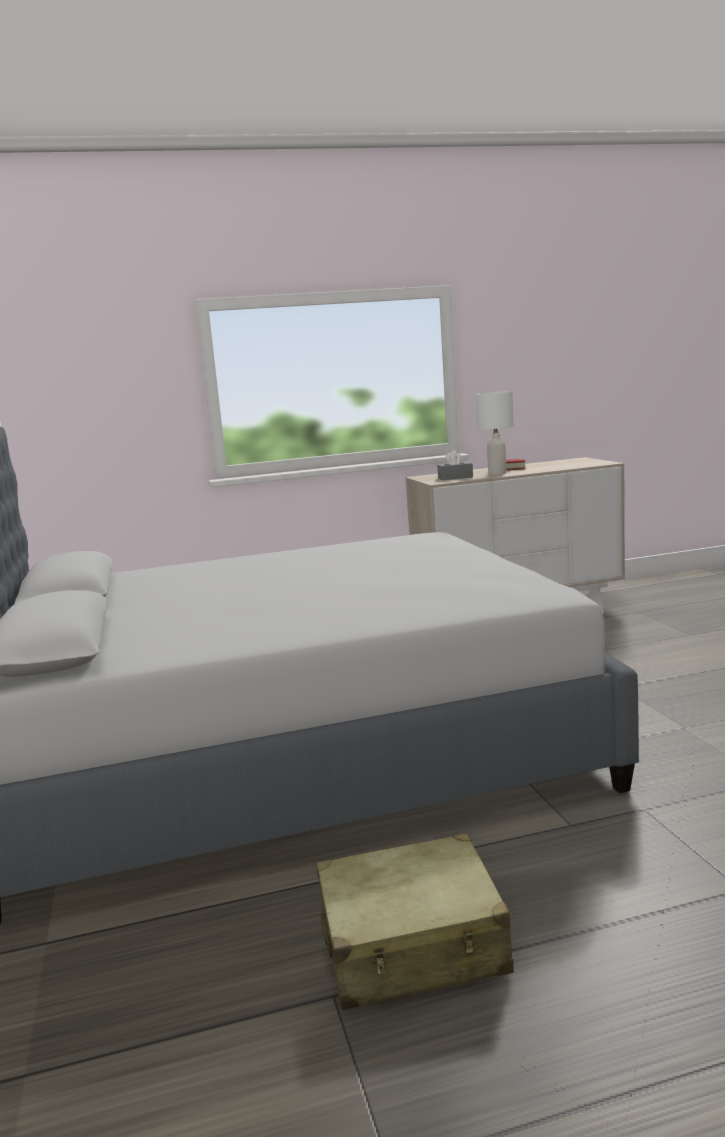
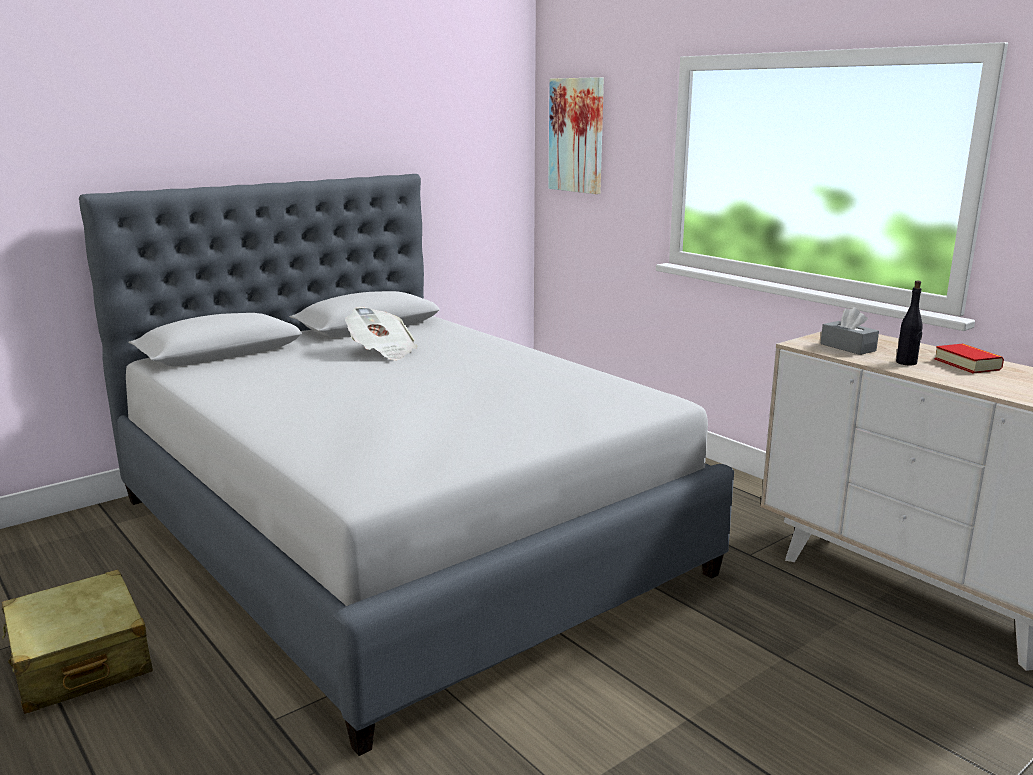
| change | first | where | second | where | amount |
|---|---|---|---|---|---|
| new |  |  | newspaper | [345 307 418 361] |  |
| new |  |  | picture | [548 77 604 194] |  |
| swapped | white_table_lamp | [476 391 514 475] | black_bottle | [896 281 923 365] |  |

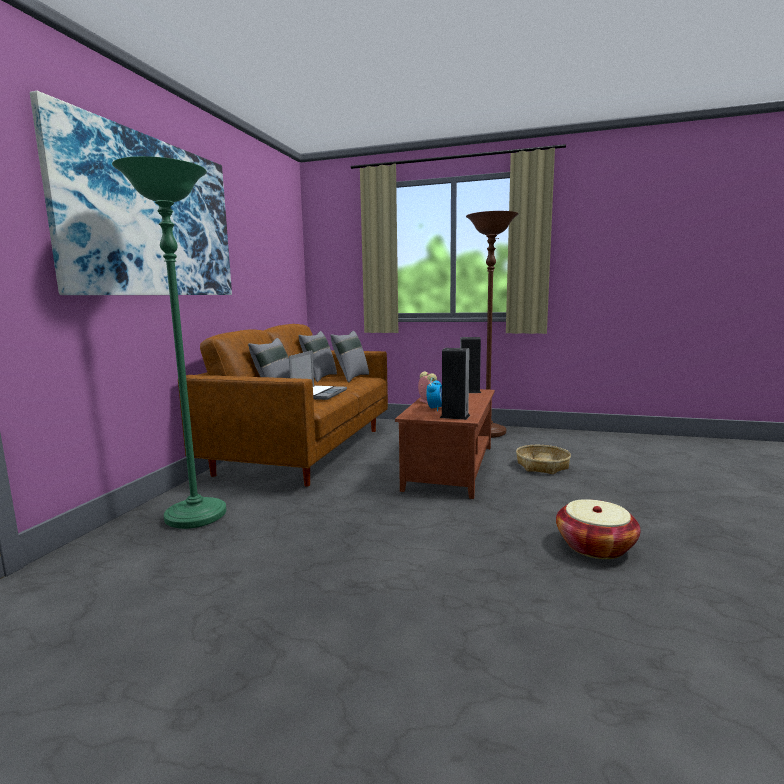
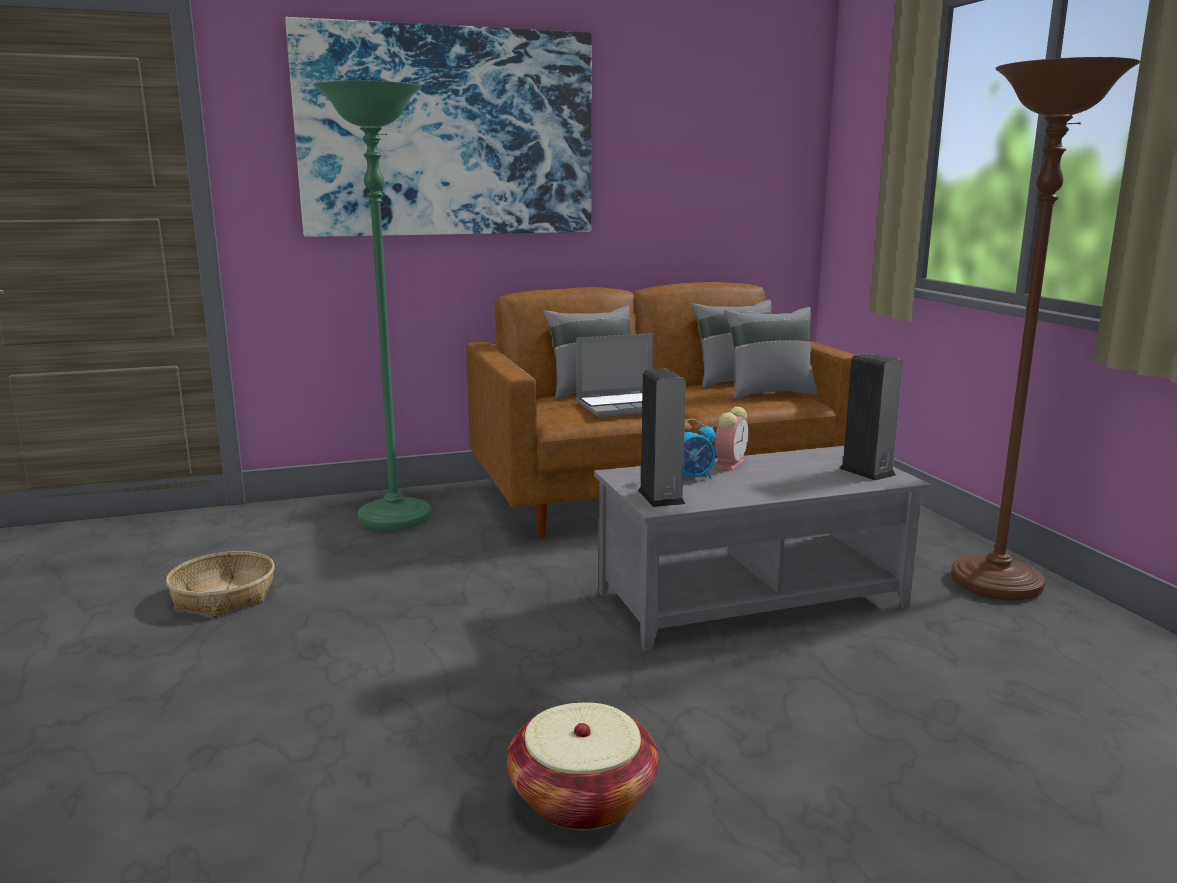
| change | first | where | second | where | amount |
|---|---|---|---|---|---|
| shifted | basket | [516 445 571 474] |  | [166 551 275 617] |  |
| repainted | brown_coffee_table | [395 389 495 499] | grey_coffee_table | [594 446 930 651] |  |

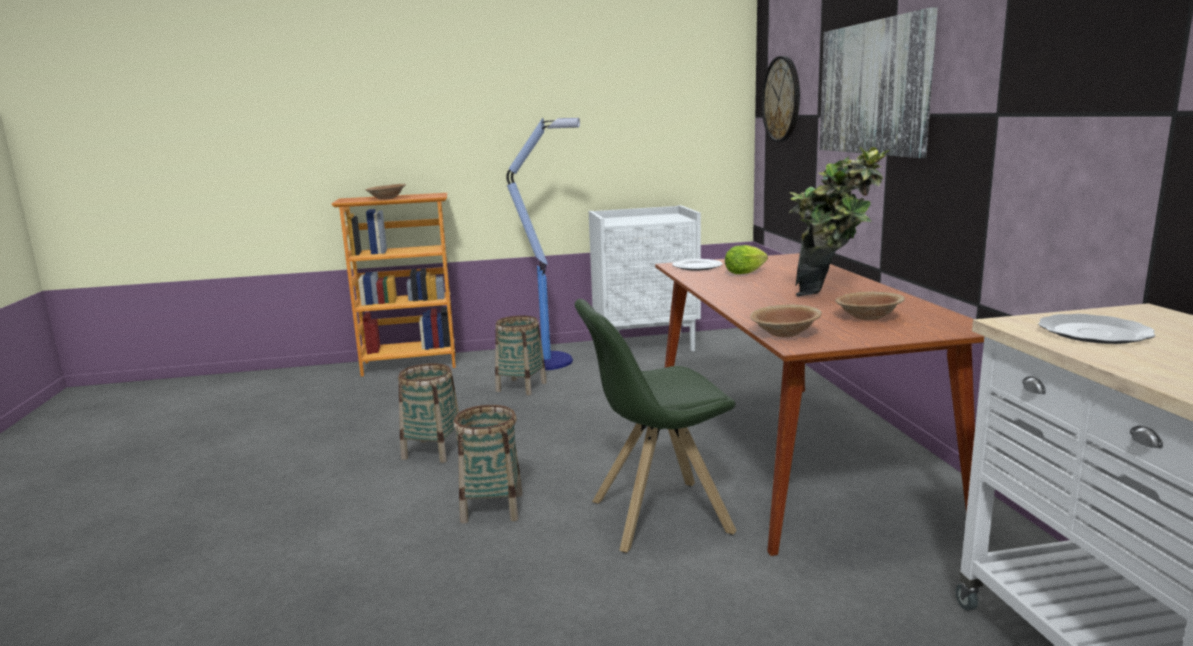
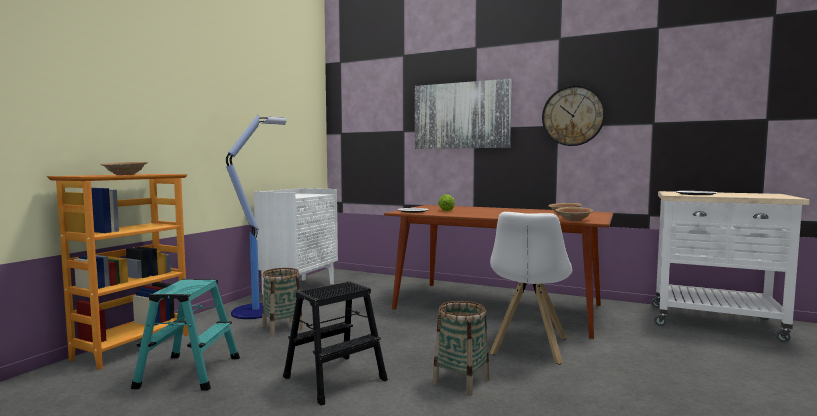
| change | first | where | second | where | amount |
|---|---|---|---|---|---|
| new |  |  | turquoise_step_ladder | [131 279 240 391] |  |
| swapped | basket | [398 363 459 463] | black_step_ladder | [283 281 388 406] |  |
| repainted | green_chair | [575 299 737 553] | white_chair | [490 212 572 364] |  |
| shifted | wall_clock | [762 56 800 142] |  | [542 85 605 146] |  |
| gone | potted_plant | [789 147 890 296] |  |  |  |

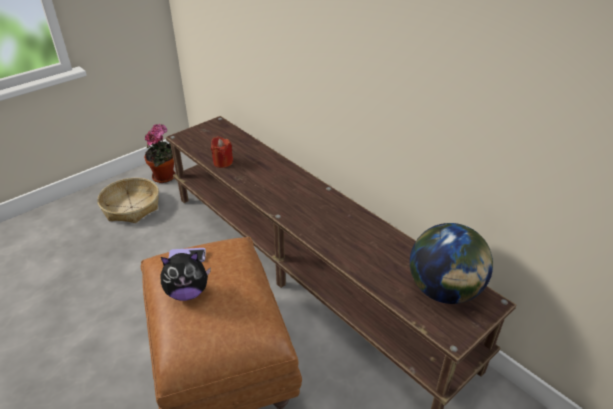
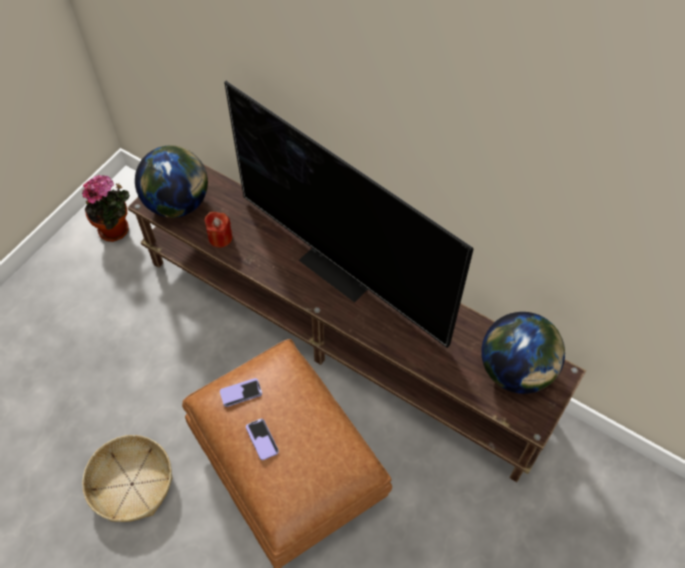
| change | first | where | second | where | amount |
|---|---|---|---|---|---|
| shifted | basket | [97 178 159 223] |  | [82 435 173 522] |  |
| new |  |  | globe | [135 145 208 218] |  |
| new |  |  | television | [224 81 473 348] |  |
| swapped | plush_toy | [161 252 211 301] | phone | [246 419 279 460] |  |

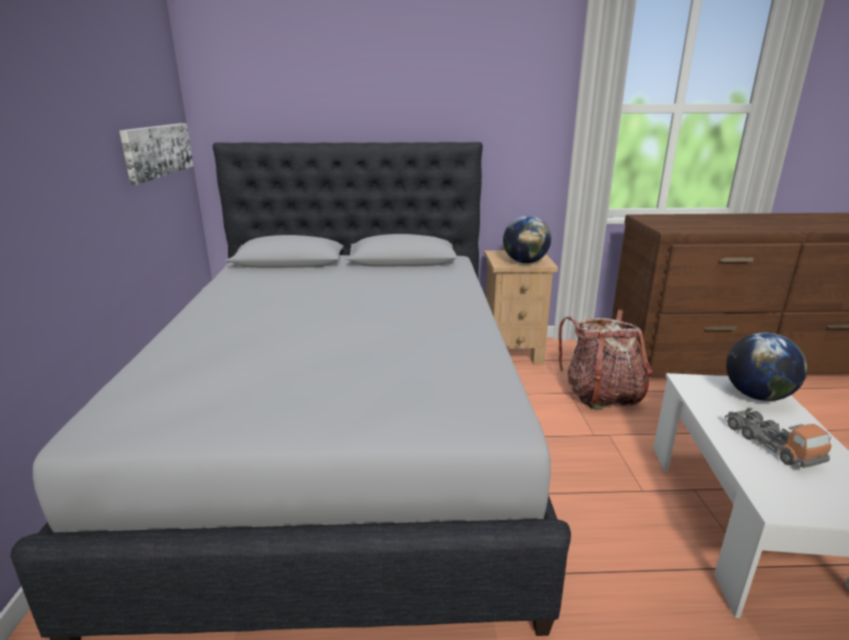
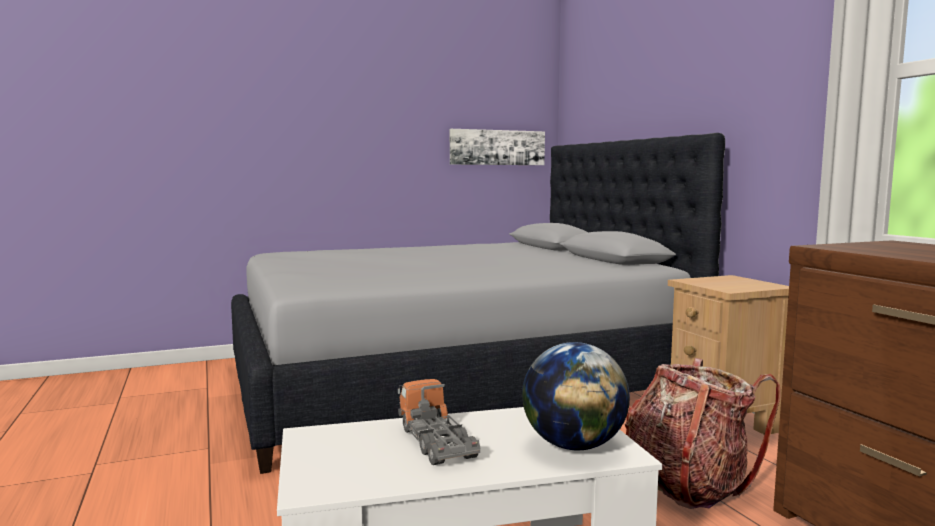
| change | first | where | second | where | amount |
|---|---|---|---|---|---|
| rotated | toy_truck | [725 407 832 468] |  | [398 379 481 465] | 105 degrees clockwise |
| gone | globe | [503 216 551 263] |  |  |  |

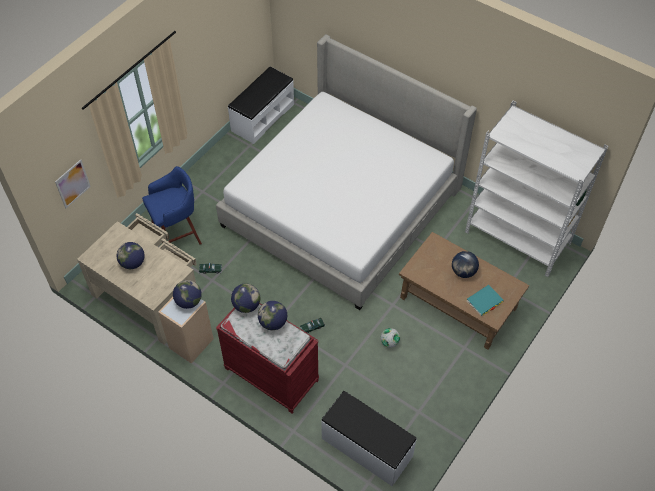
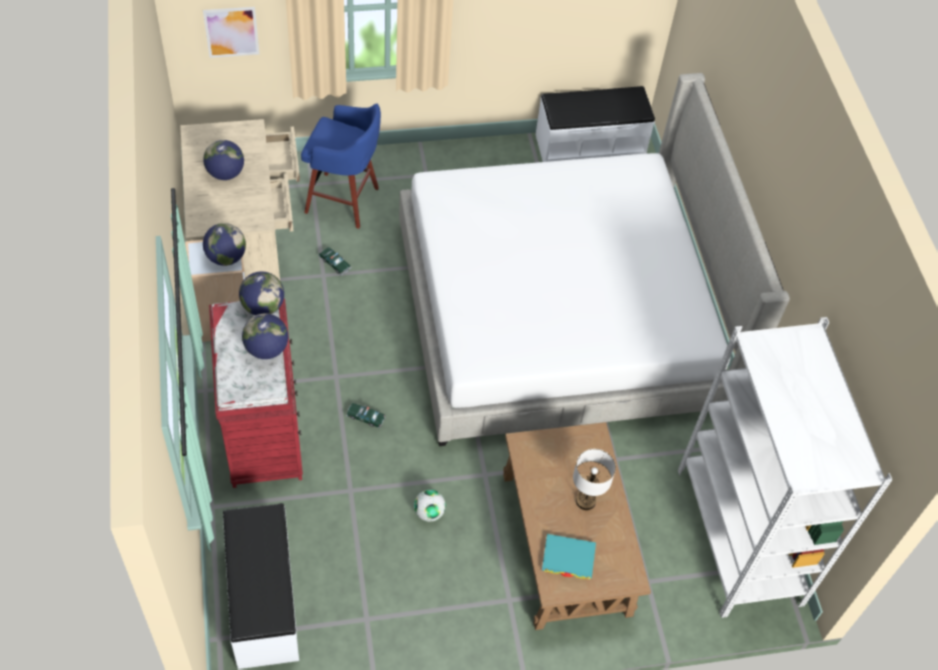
| change | first | where | second | where | amount |
|---|---|---|---|---|---|
| swapped | globe | [452 251 479 278] | table_lamp | [573 449 616 510] |  |

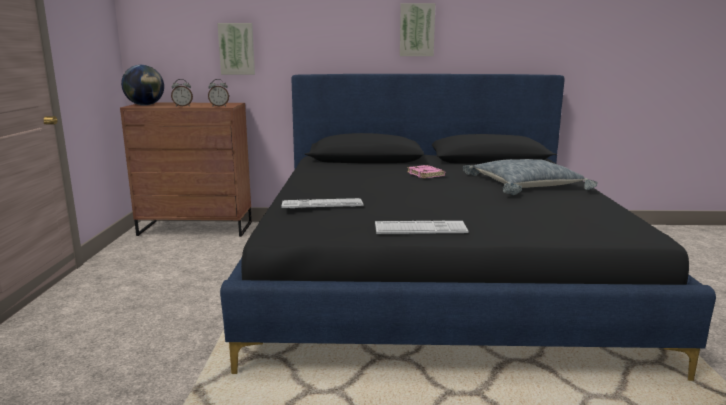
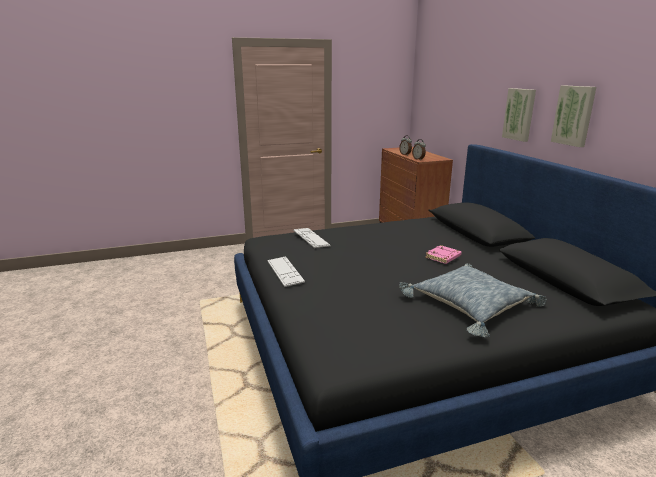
| change | first | where | second | where | amount |
|---|---|---|---|---|---|
| shifted | picture | [217 23 255 75] |  | [502 88 536 142] |  |
| gone | globe | [121 65 164 106] |  |  |  |

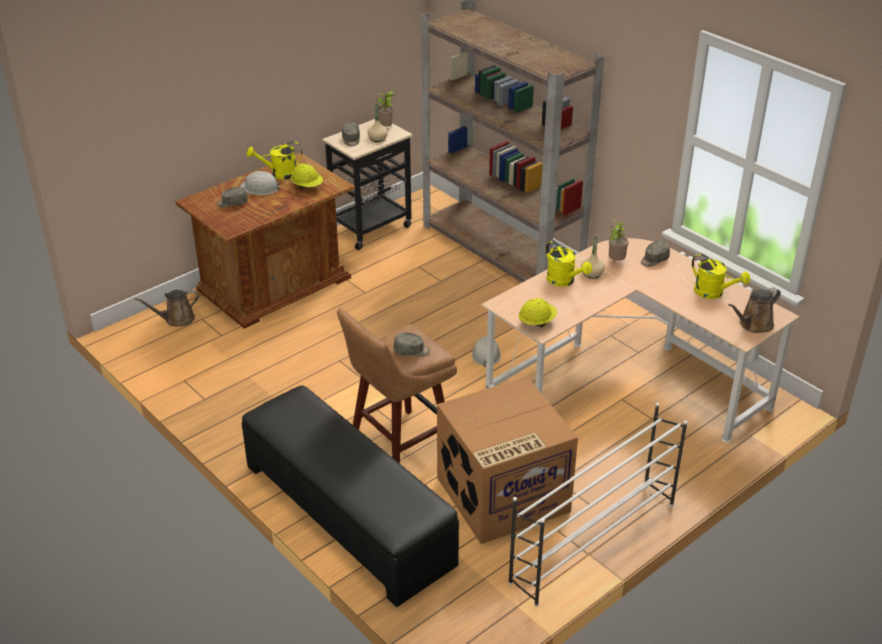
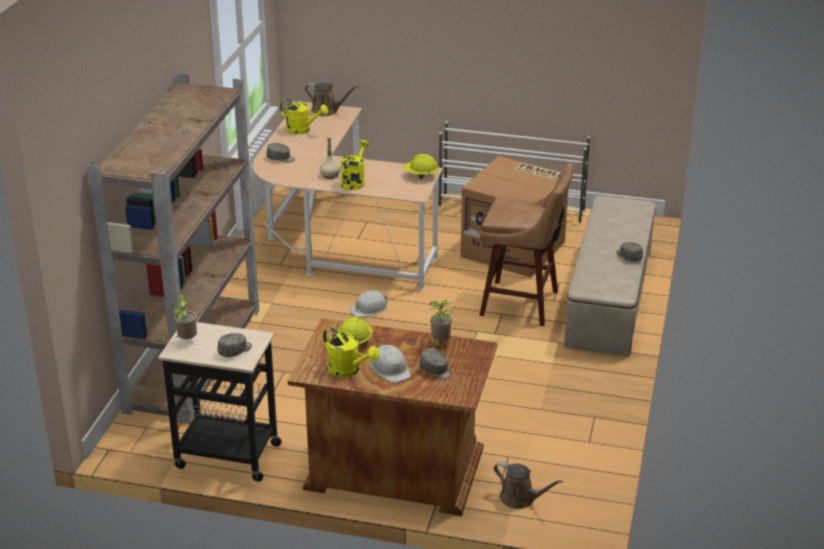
| change | first | where | second | where | amount |
|---|---|---|---|---|---|
| rotated | yellow_watering_can | [692 253 750 299] |  | [280 99 328 134] | 105 degrees clockwise |
| shifted | potted_plant | [609 219 629 261] |  | [429 300 453 349] |  |
| repainted | black_bench | [242 385 459 607] | beige_bench | [564 196 656 356] |  |
| shifted | grey_cap | [394 332 430 356] |  | [616 242 643 262] |  |
| gone | beige_bottle | [367 103 388 142] |  |  |  |

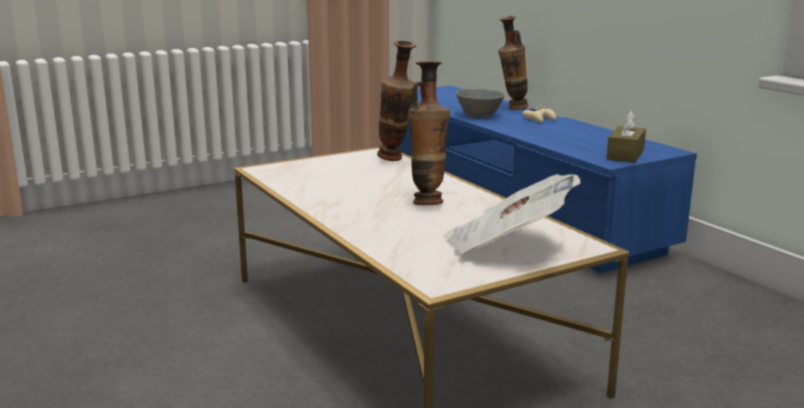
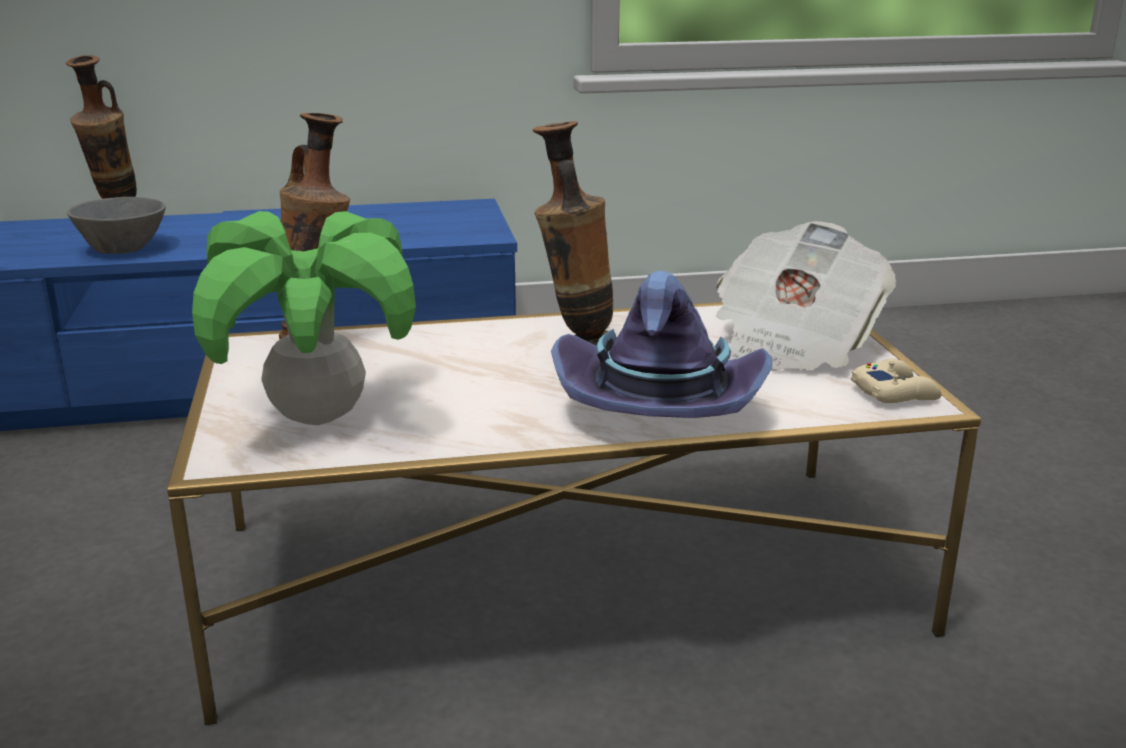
| change | first | where | second | where | amount |
|---|---|---|---|---|---|
| new |  |  | potted_plant | [192 211 416 425] |  |
| new |  |  | purple_hat | [551 271 772 418] |  |
| shifted | beige_game_controller | [522 107 556 123] |  | [851 358 942 403] |  |
| gone | brown_tissue_box | [606 111 646 163] |  |  |  |

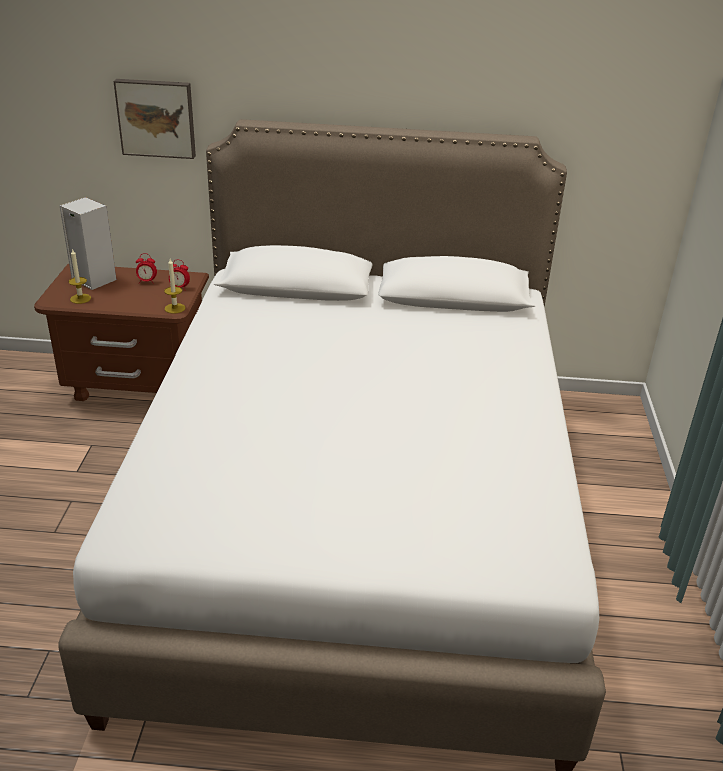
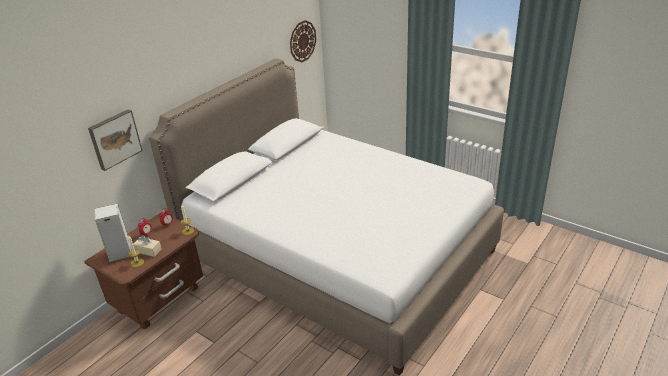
| change | first | where | second | where | amount |
|---|---|---|---|---|---|
| new |  |  | beige_tissue_box | [133 235 162 257] |  |
| new |  |  | wall_clock | [290 20 316 62] |  |

